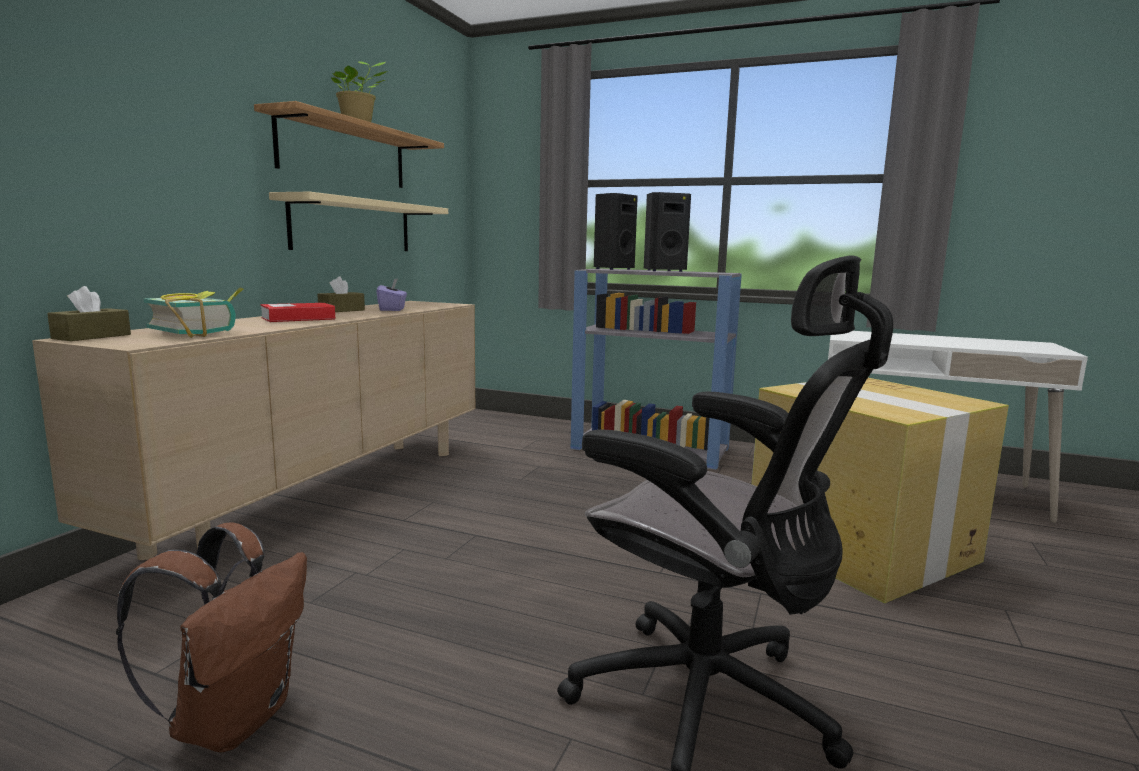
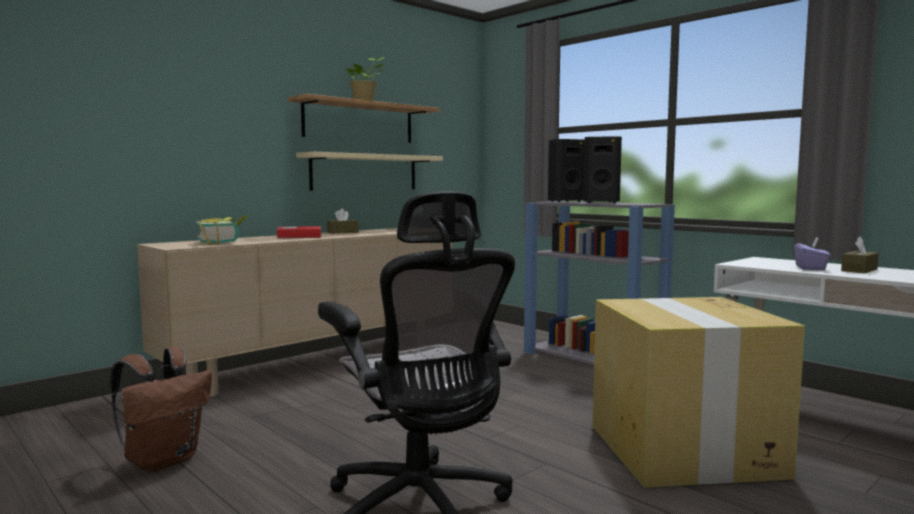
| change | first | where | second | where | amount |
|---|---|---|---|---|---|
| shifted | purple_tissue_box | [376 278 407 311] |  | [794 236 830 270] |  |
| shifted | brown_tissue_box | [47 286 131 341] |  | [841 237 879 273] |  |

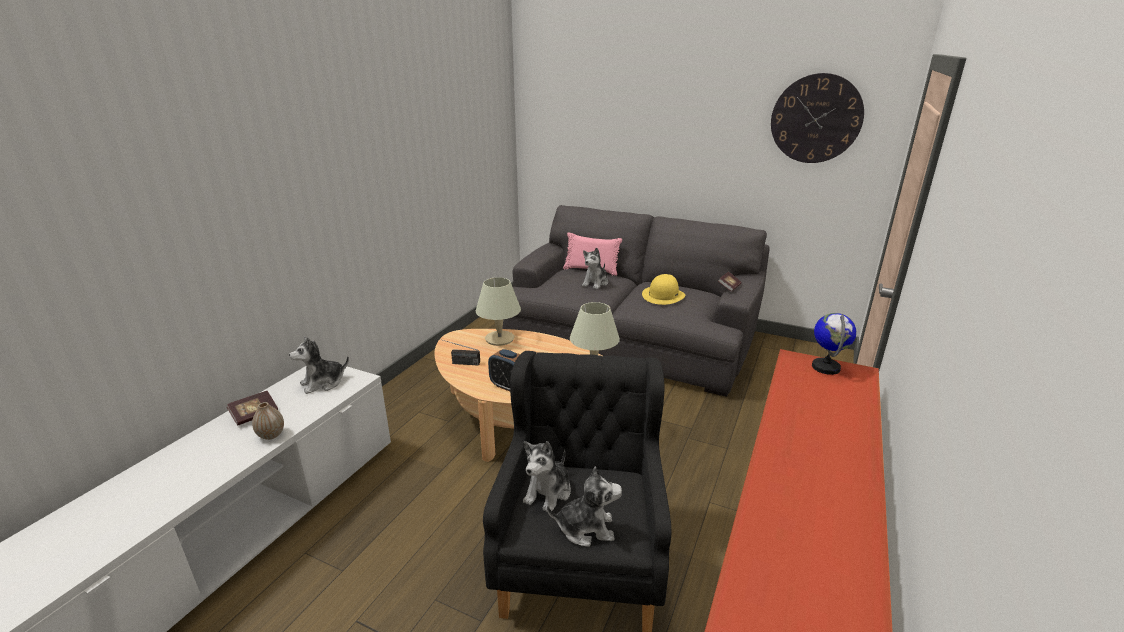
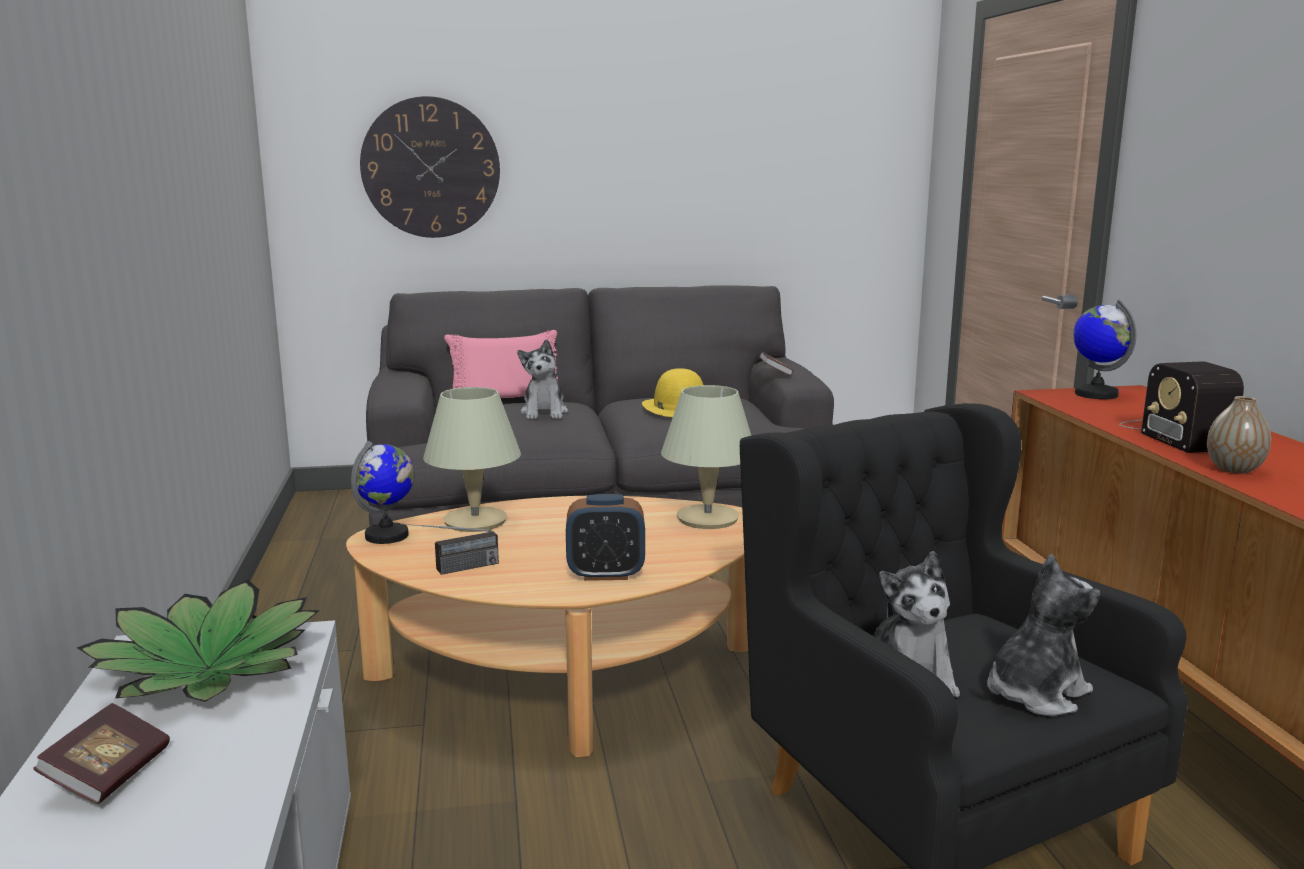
| change | first | where | second | where | amount |
|---|---|---|---|---|---|
| swapped | plush_toy | [289 336 349 394] | potted_plant | [77 579 320 702] |  |
| new |  |  | globe | [351 441 415 544] |  |
| shifted | wall_clock | [771 73 864 163] |  | [360 96 500 238] |  |
| new |  |  | radio | [1119 361 1244 453] |  |
| shifted | vase | [252 402 284 440] |  | [1207 396 1271 474] |  |

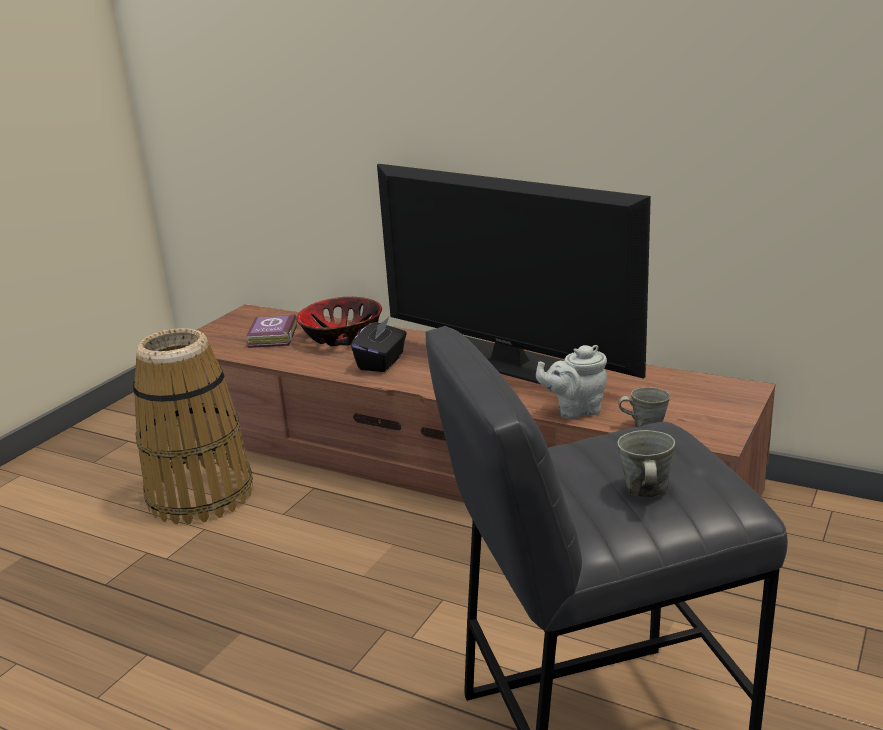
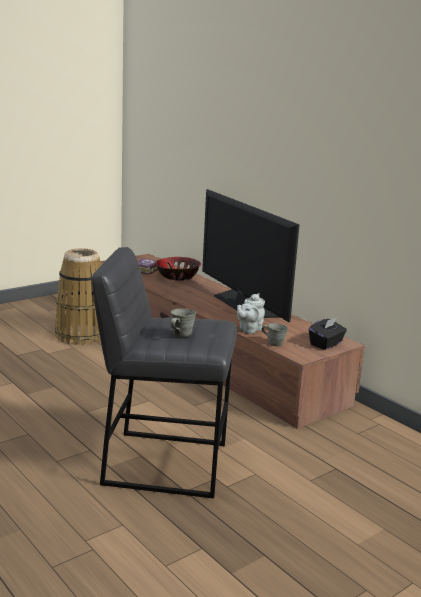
| change | first | where | second | where | amount |
|---|---|---|---|---|---|
| rotated | grey_teapot | [536 345 607 419] |  | [237 293 265 334] | 60 degrees counterclockwise |
| shifted | black_tissue_box | [351 317 407 372] |  | [309 317 347 350] |  |

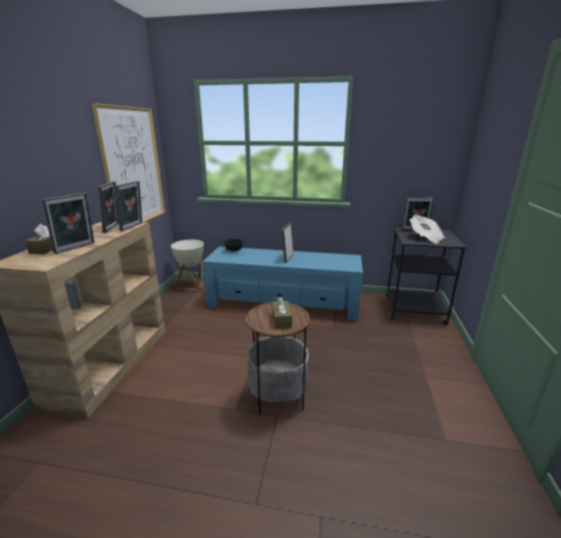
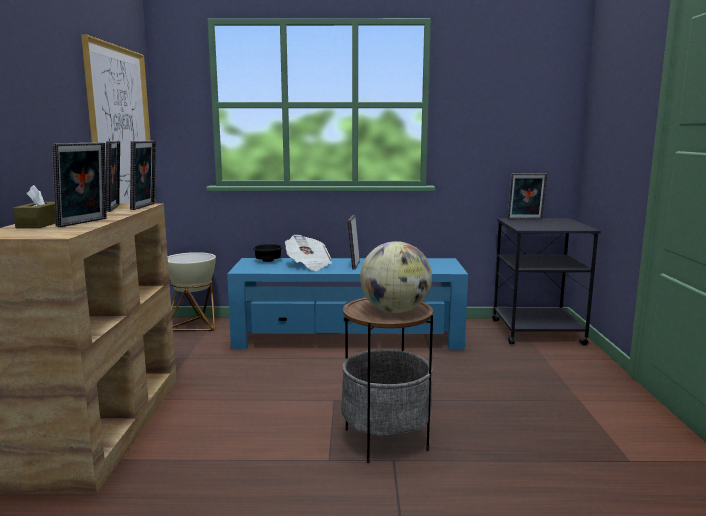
| change | first | where | second | where | amount |
|---|---|---|---|---|---|
| shifted | newspaper | [410 214 445 244] |  | [285 235 332 271] |  |
| swapped | brown_tissue_box | [273 296 292 329] | globe | [360 241 432 313] |  |

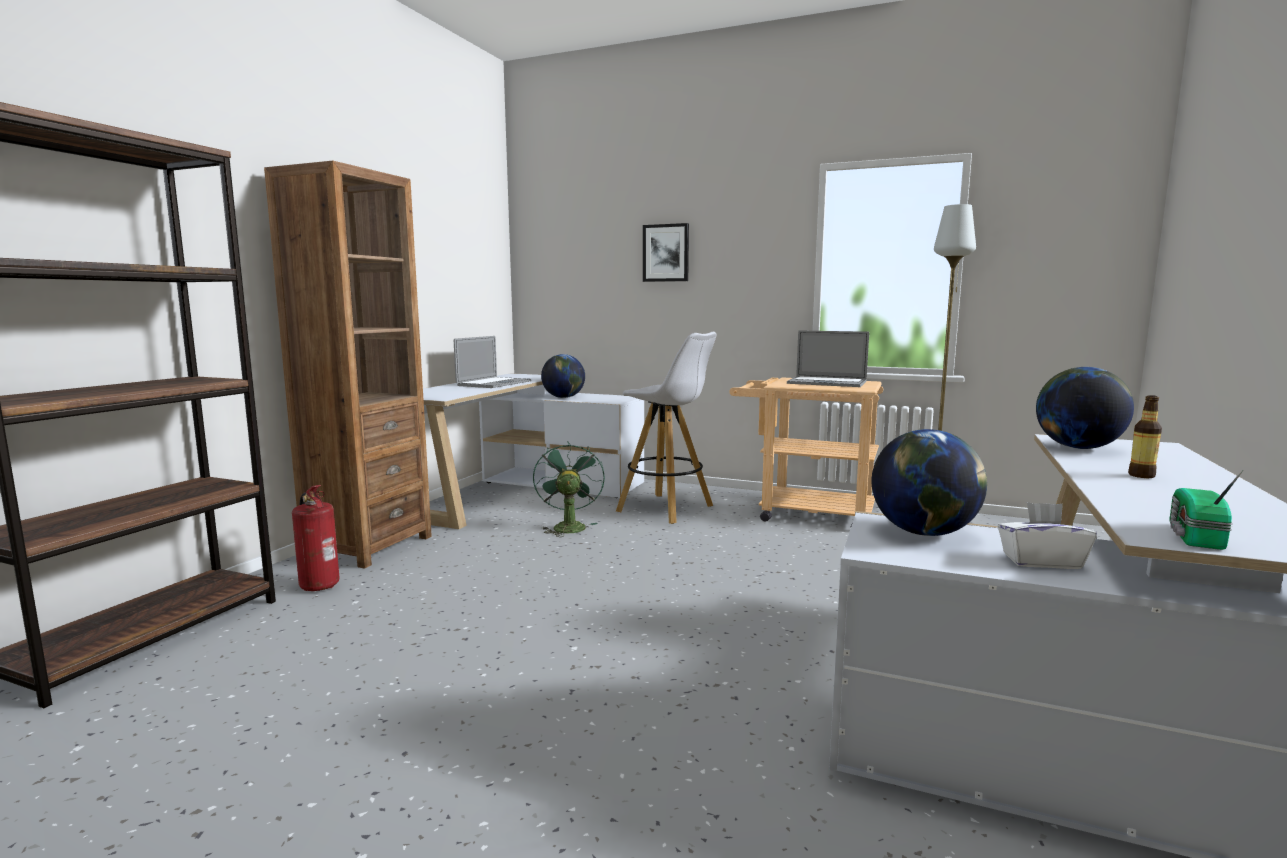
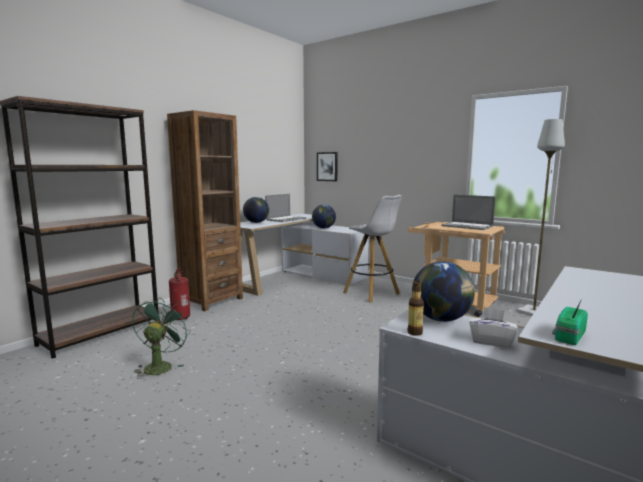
| change | first | where | second | where | amount |
|---|---|---|---|---|---|
| shifted | green_fan | [533 441 605 537] |  | [132 297 191 379] |  |
| shifted | globe | [1036 367 1134 449] |  | [243 197 269 223] |  |
| shifted | picture | [643 223 689 282] |  | [317 152 338 181] |  |
| shifted | bottle | [1128 395 1162 478] |  | [407 281 424 336] |  |

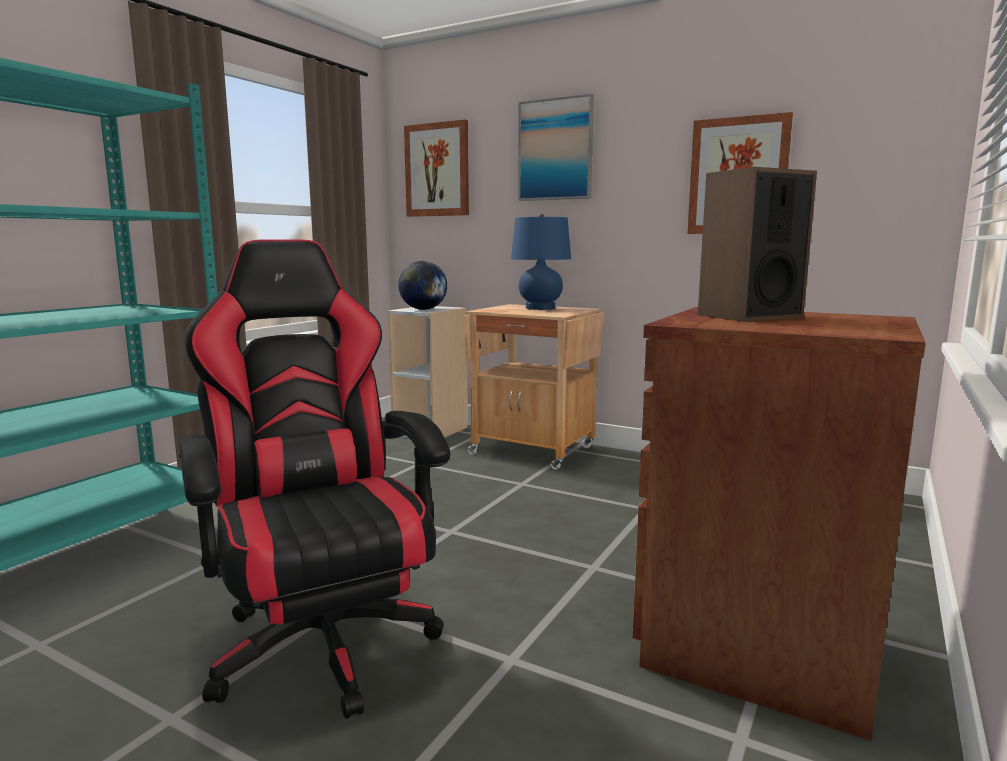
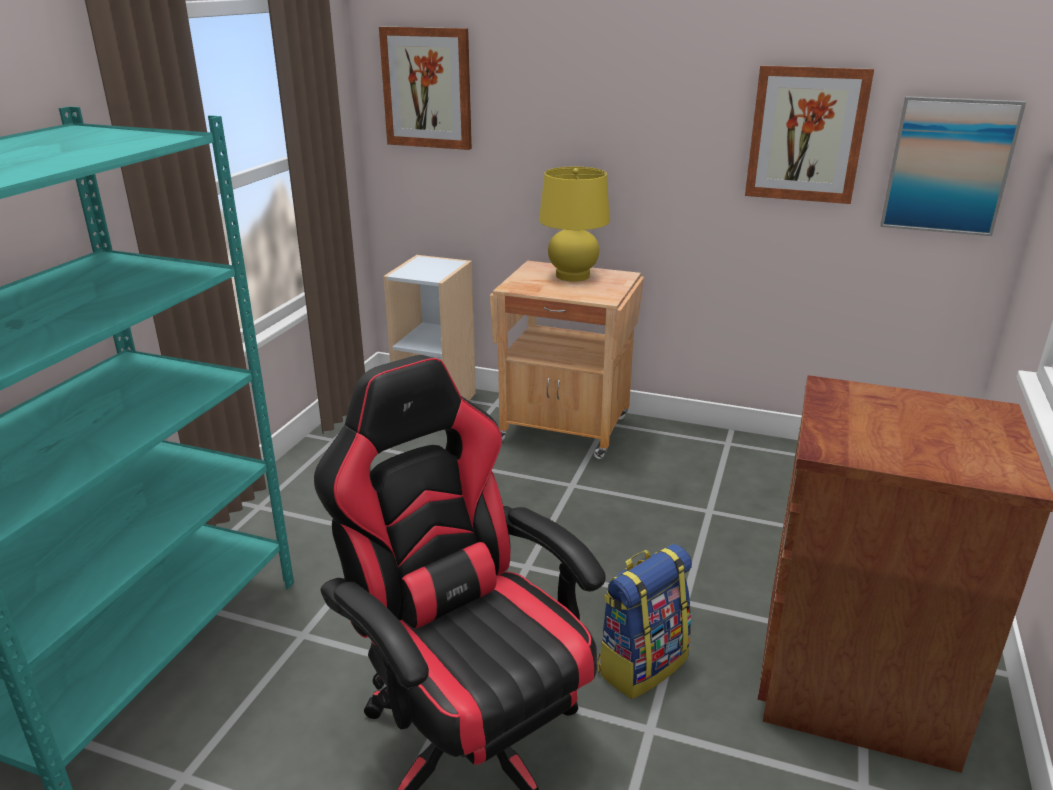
| change | first | where | second | where | amount |
|---|---|---|---|---|---|
| repainted | blue_table_lamp | [511 214 571 310] | yellow_table_lamp | [539 167 610 282] |  |
| new |  |  | backpack | [597 544 692 699] |  |
| shifted | picture | [518 94 594 201] |  | [880 96 1026 236] |  |
| gone | globe | [398 261 447 310] |  |  |  |
| gone | speaker | [698 167 817 322] |  |  |  |

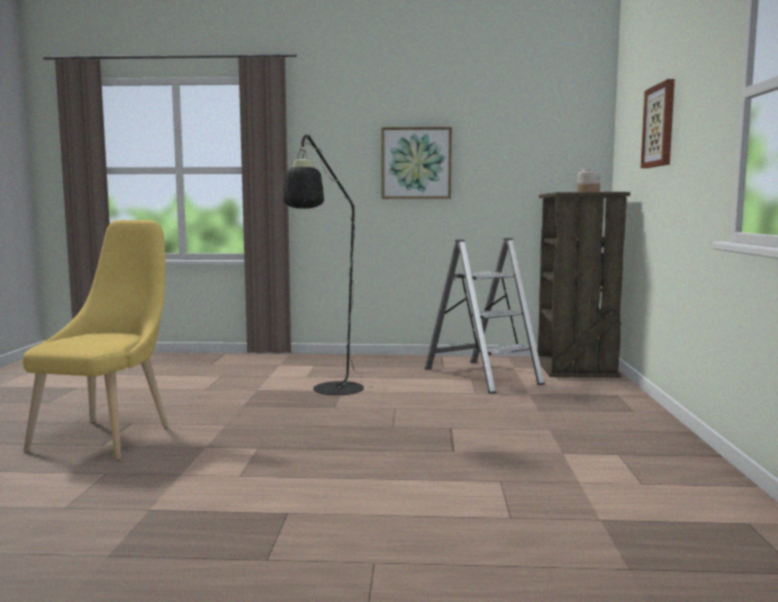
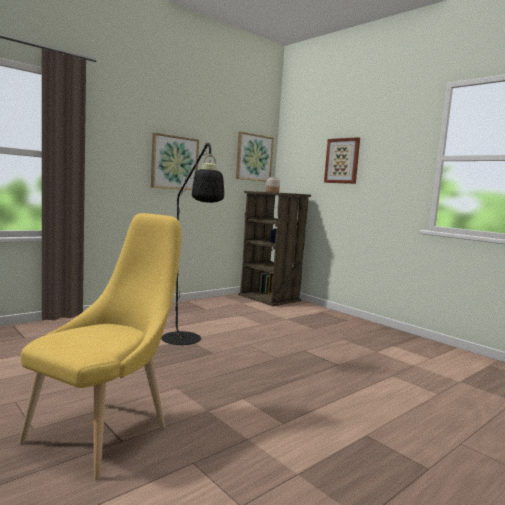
| change | first | where | second | where | amount |
|---|---|---|---|---|---|
| rotated | yellow_chair | [23 220 168 460] |  | [19 213 181 480] | 60 degrees clockwise |
| new |  |  | picture | [236 132 274 182] |  |
| gone | grey_step_ladder | [424 238 545 394] |  |  |  |

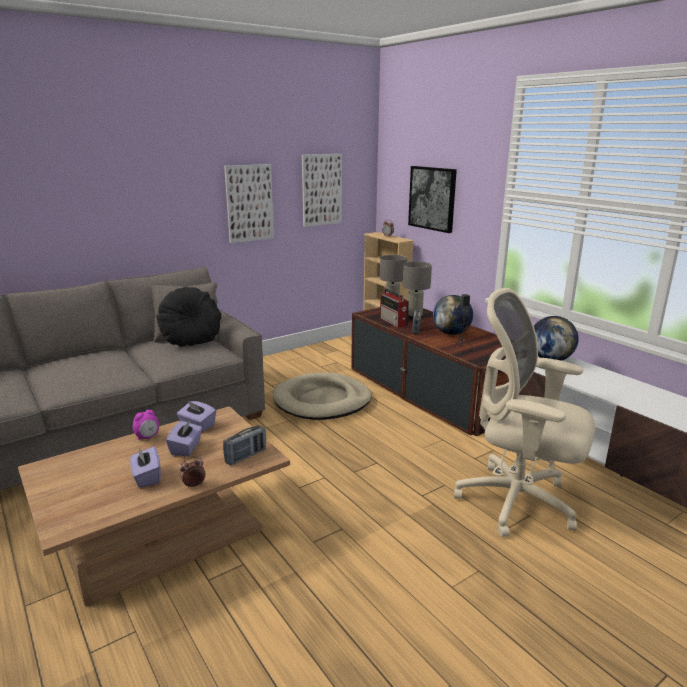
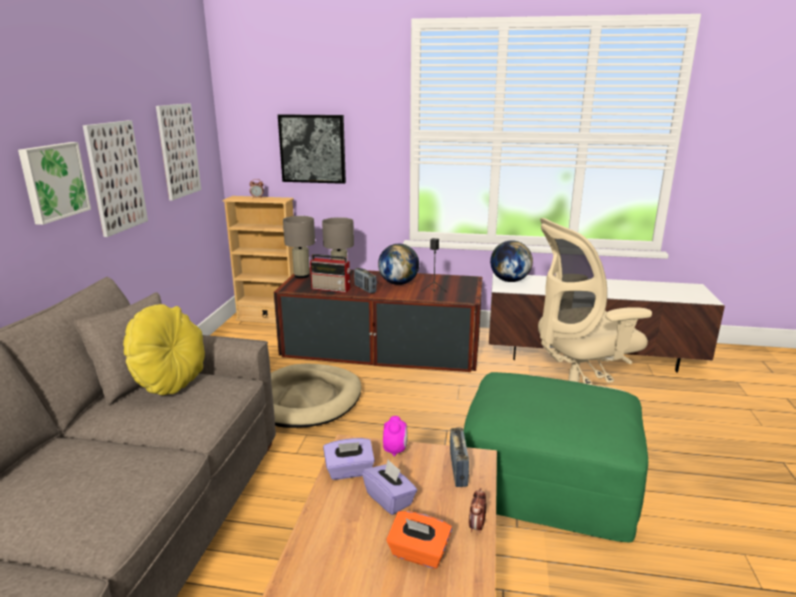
| change | first | where | second | where | amount |
|---|---|---|---|---|---|
| new |  |  | picture | [18 142 91 225] |  |
| repainted | black_pillow | [157 287 221 347] | yellow_pillow | [123 304 205 395] |  |
| shifted | alarm_clock | [133 410 159 440] |  | [383 416 408 457] |  |
| repainted | purple_tissue_box | [130 446 161 488] | orange_tissue_box | [386 511 452 569] |  |
| new |  |  | green_ottoman | [463 372 648 542] |  |

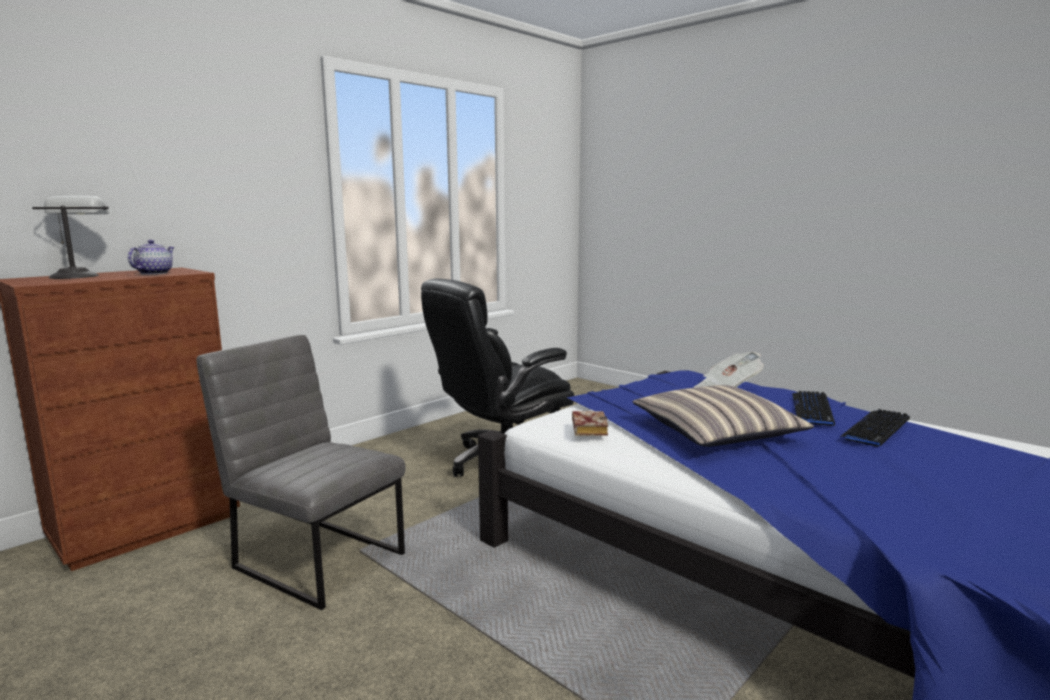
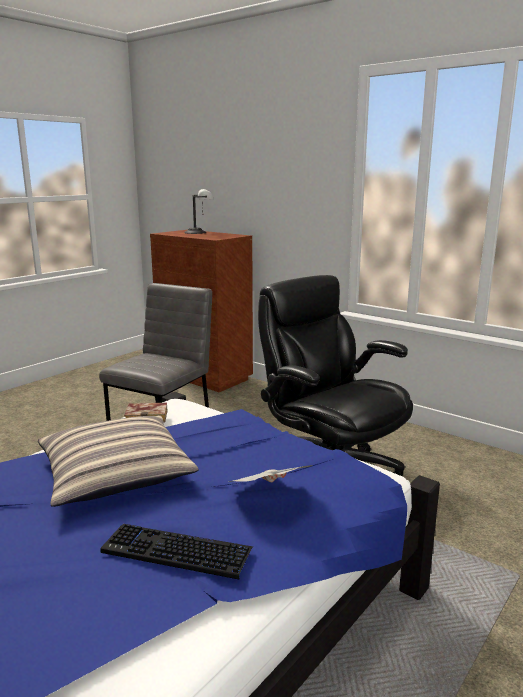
| change | first | where | second | where | amount |
|---|---|---|---|---|---|
| gone | teapot | [128 240 174 275] |  |  |  |
| gone | keyboard | [840 409 910 447] |  |  |  |

